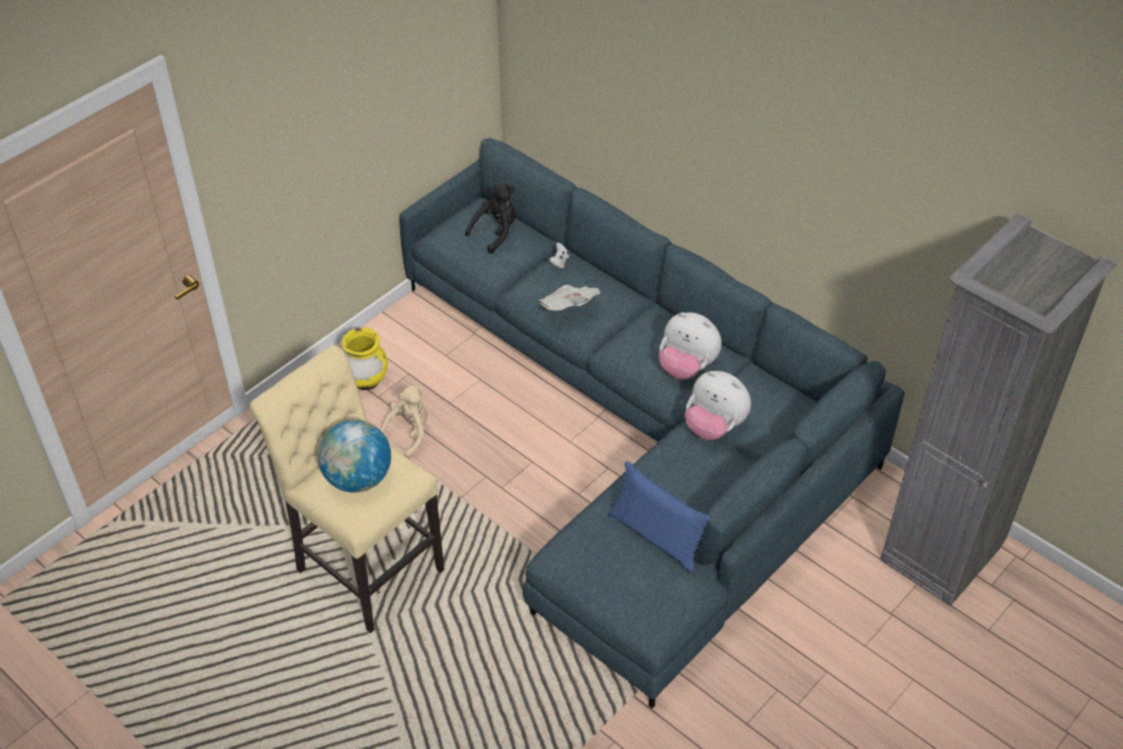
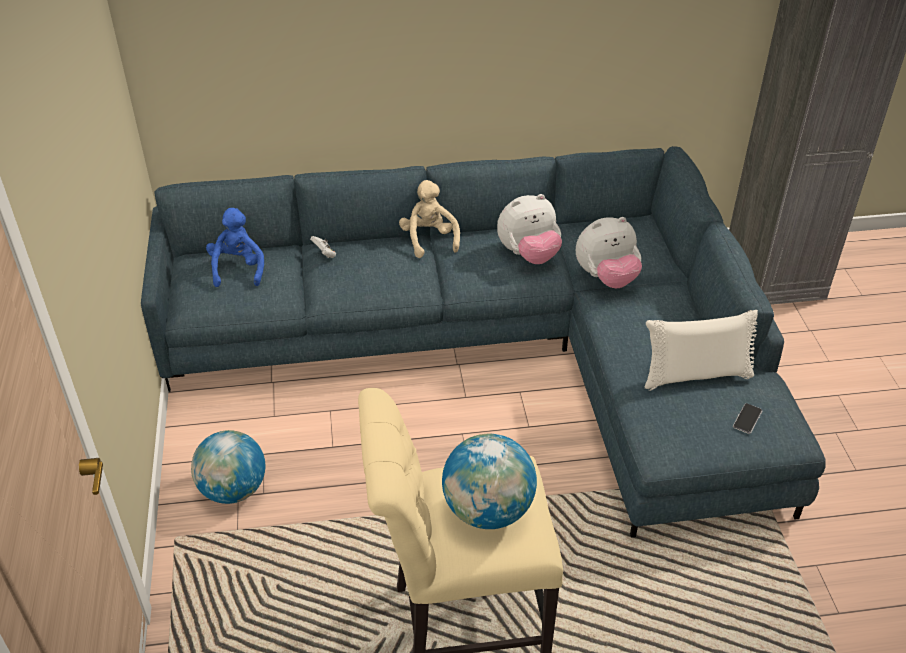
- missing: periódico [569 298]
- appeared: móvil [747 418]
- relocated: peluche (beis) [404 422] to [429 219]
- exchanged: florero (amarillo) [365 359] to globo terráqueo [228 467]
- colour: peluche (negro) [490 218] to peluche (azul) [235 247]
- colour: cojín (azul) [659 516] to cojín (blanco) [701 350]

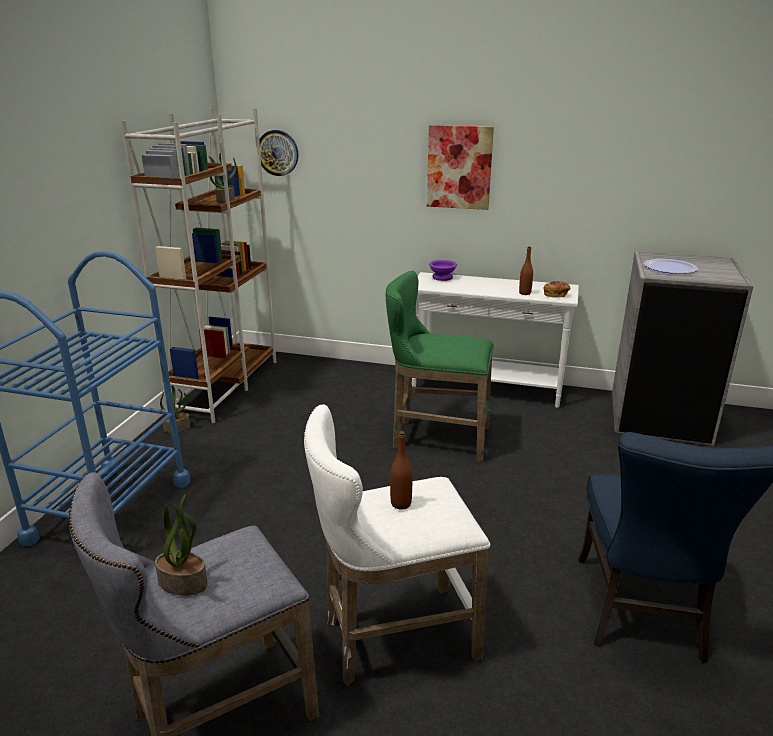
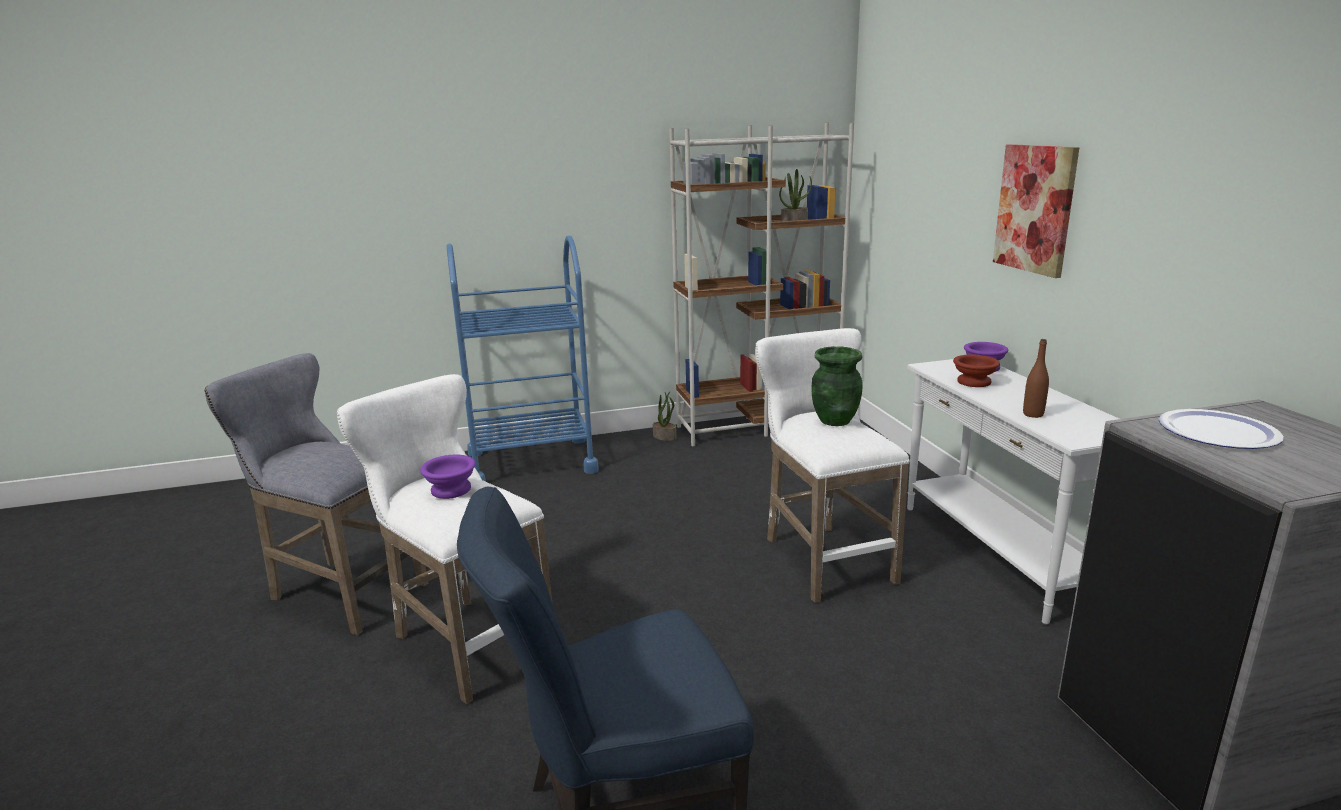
- missing: planta en maceta [181 545]
- missing: reloj de pared [277 153]
- missing: pan [556 289]
- appeared: florero (verde) [837 386]
- appeared: cuenco (marrón) [976 371]
- exchanged: botella (marrón) [401 470] to cuenco (morado) [448 477]
- colour: taburete (verde) [440 366] to taburete (blanco) [832 465]

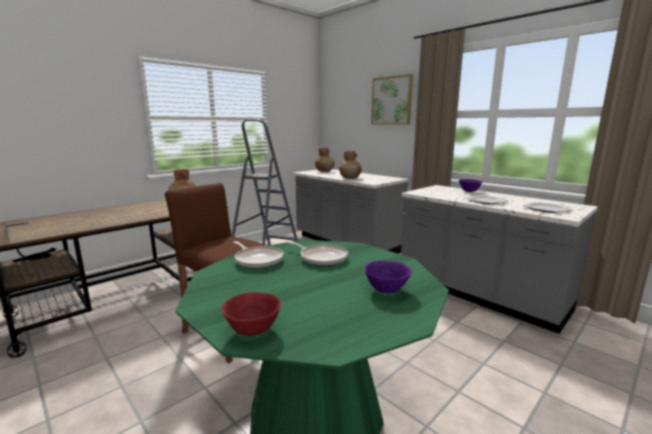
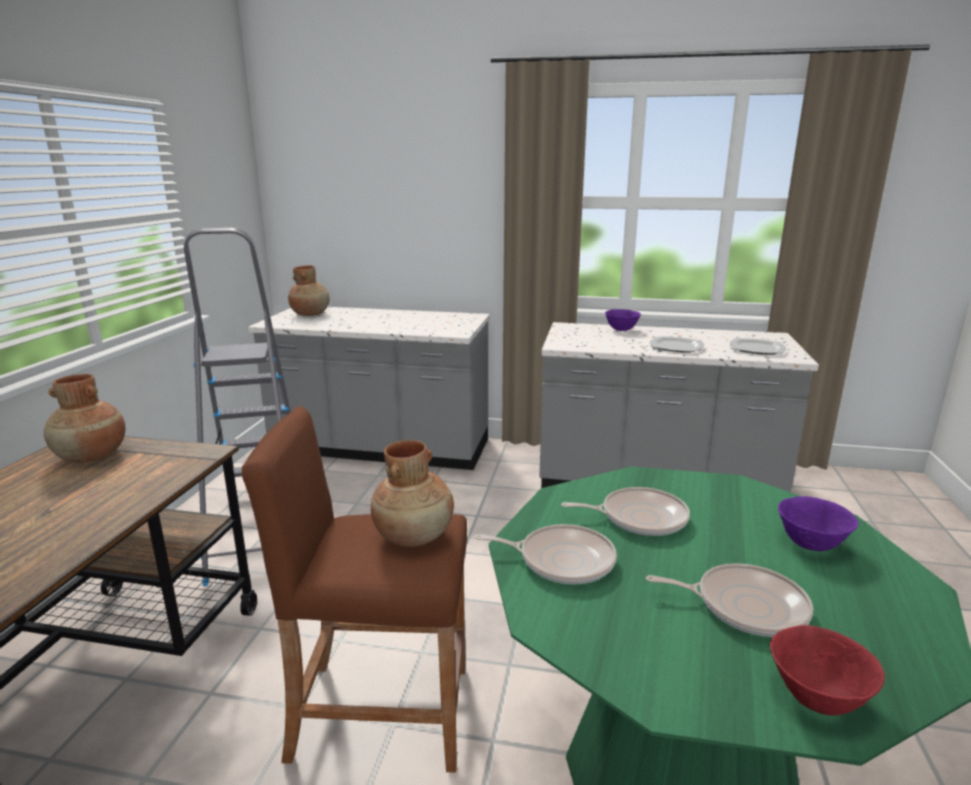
- missing: cuadro [392 99]
- appeared: sartén [729 600]
- relocated: florero (marrón) [350 165] to [412 493]

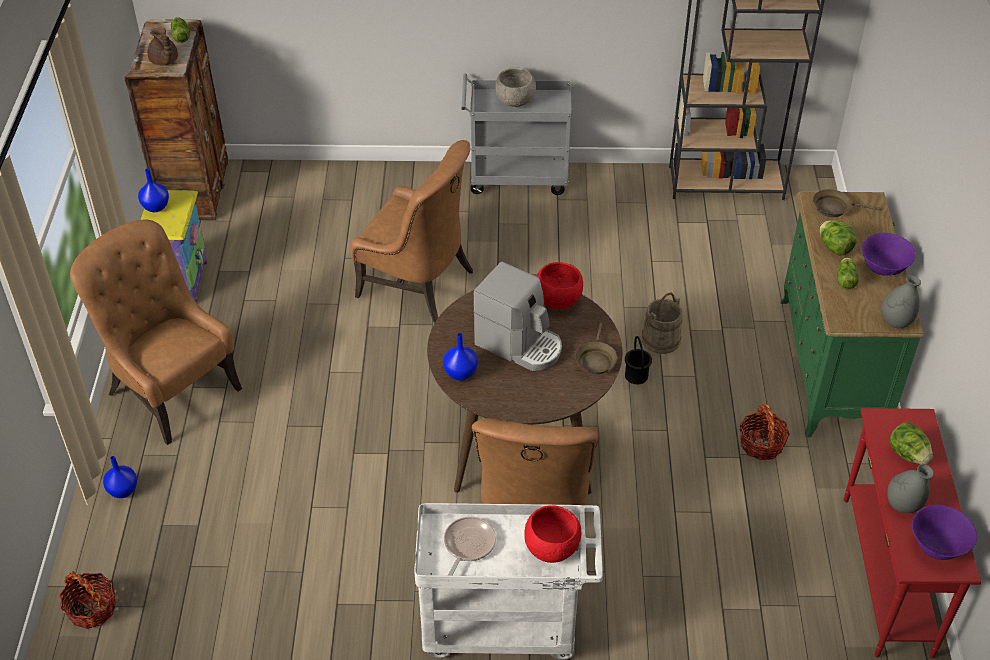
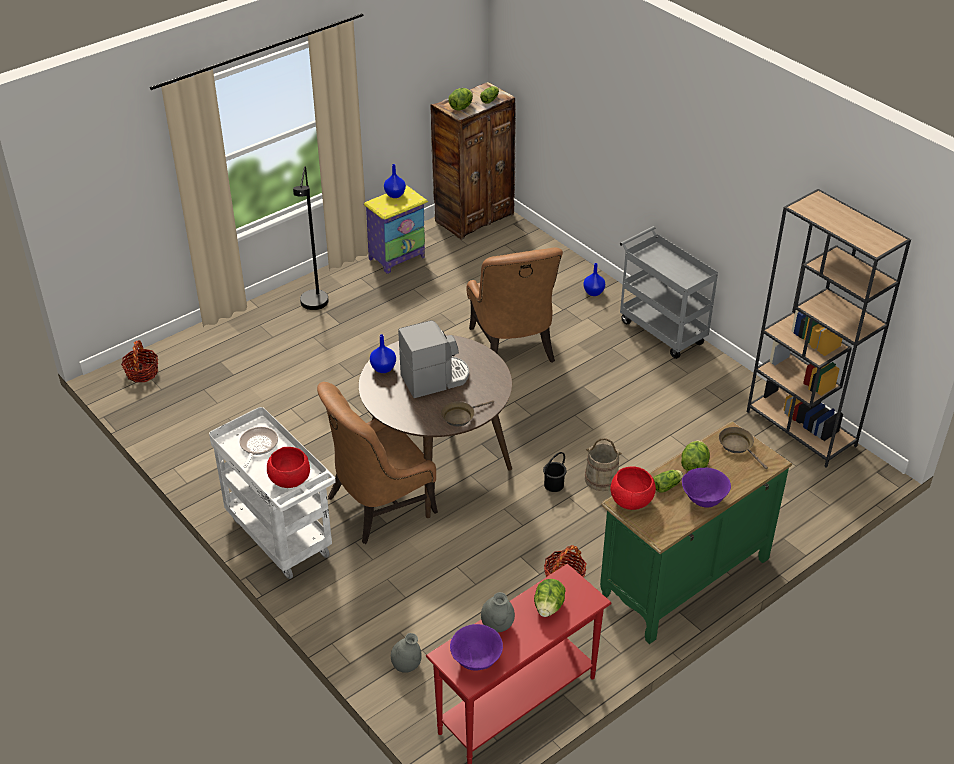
- missing: cuenco (gris) [515 87]
- relocated: florero (azul) [120 477] to [594 279]
- relocated: cuenco (rojo) [559 285] to [633 488]
- relocated: florero (gris) [901 302] to [406 653]
- exchanged: silla (marrón) [156 332] to lámpara de pie (negro) [311 238]
- exchanged: tetera (marrón) [162 46] to lechuga [460 99]
- spun: sartén [470 546] = [259 447] 60 degrees counterclockwise
- spun: cafetera [517 316] = [433 359] 105 degrees counterclockwise

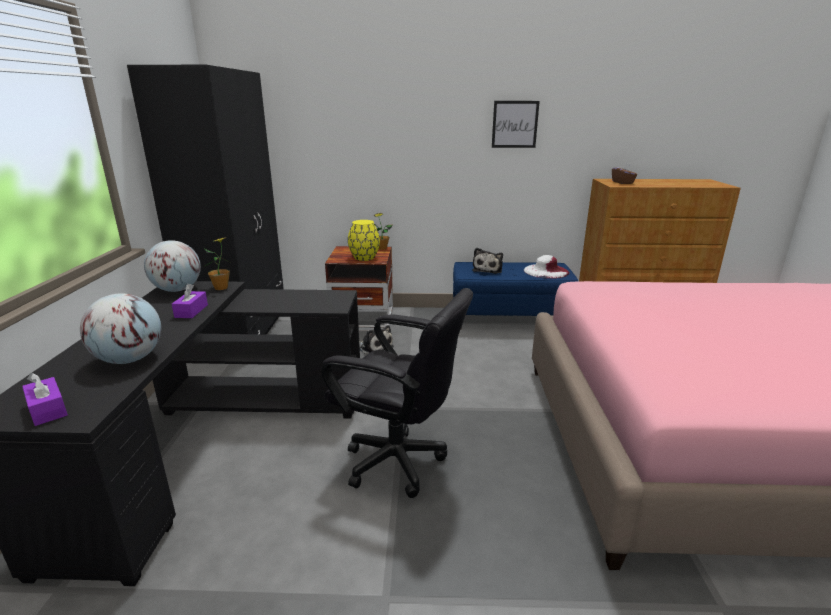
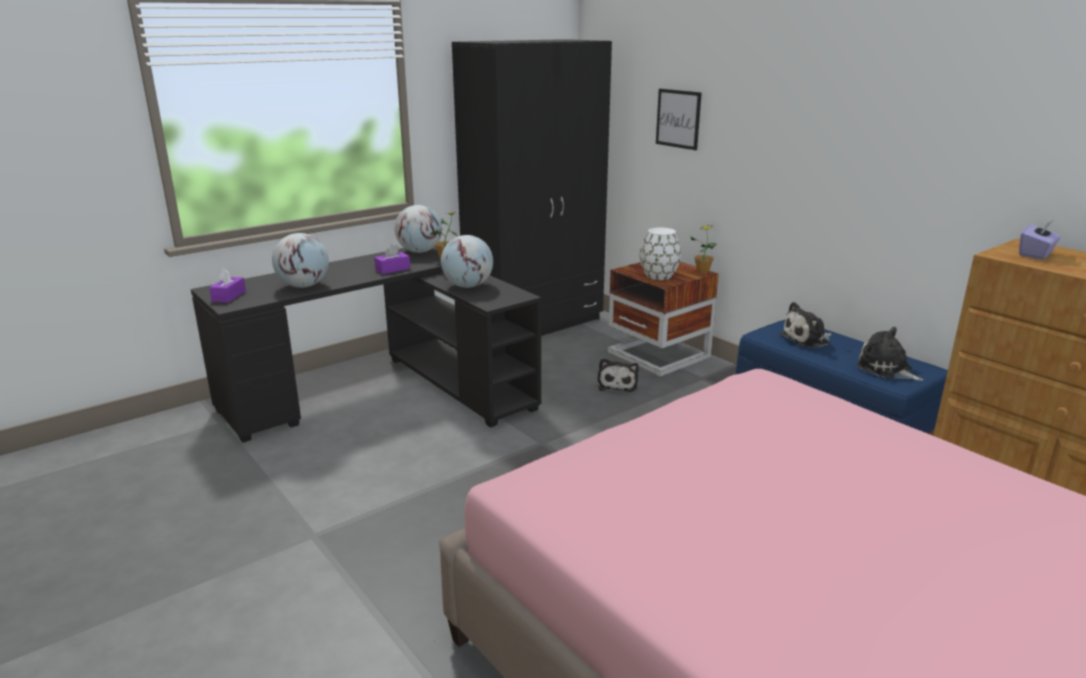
- missing: silla de oficina (negro) [397 393]
- appeared: globo terráqueo [467 261]
- relocated: cuadro [516 124] to [679 119]
- exchanged: sombrero (blanco) [547 267] to peluche [889 354]
- colour: florero (amarillo) [364 240] to florero (blanco) [660 253]
- colour: caja de pañuelos (marrón) [624 173] to caja de pañuelos (morado) [1040 240]

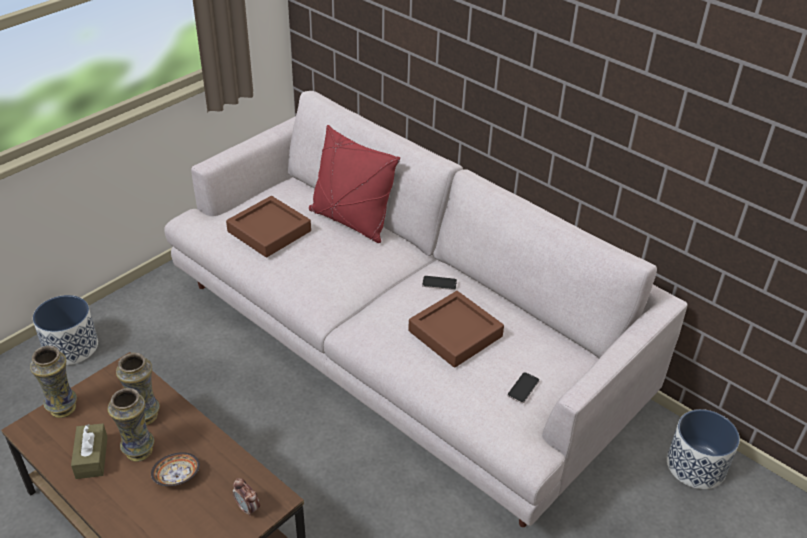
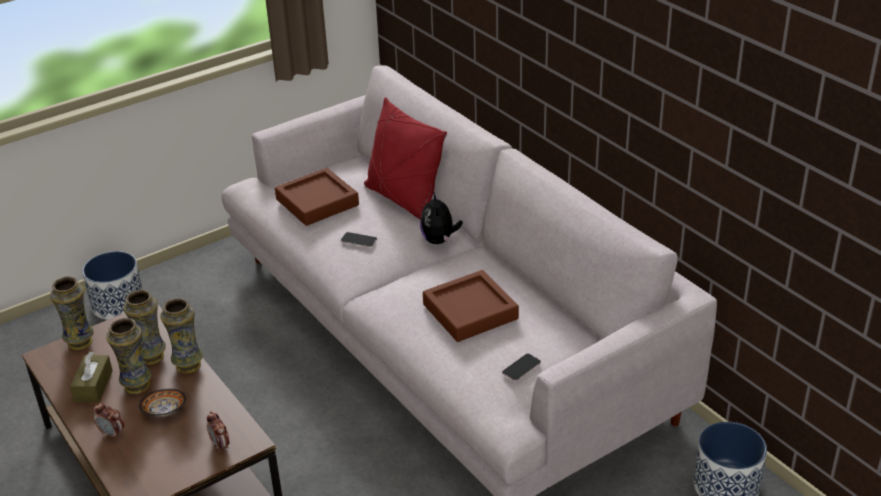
- appeared: despertador [109 421]
- appeared: florero [181 336]
- appeared: peluche [441 217]
- relocated: móvil [439 283] to [359 239]

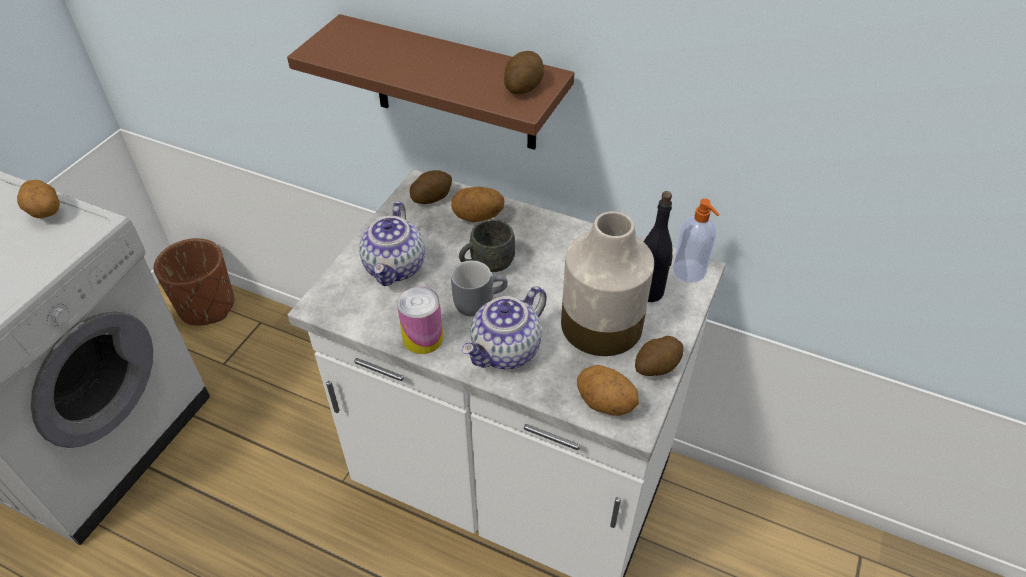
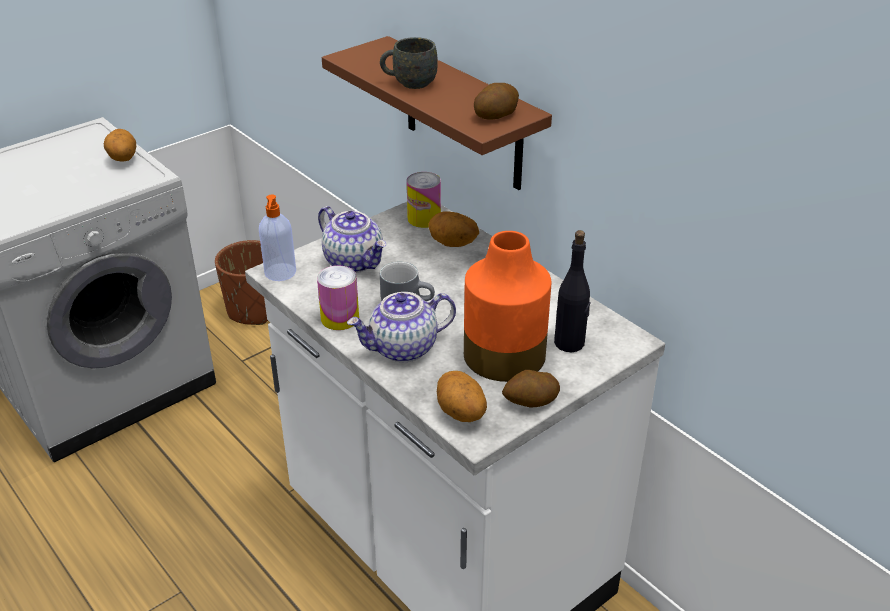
- relocated: taza grande (gris) [487 245] to [409 63]
- relocated: dispensador de jabón [696 240] to [277 237]
- exchanged: patata [431 187] to lata [424 200]
- colour: florero (beis) [607 283] to florero (naranja) [507 306]
- spun: tetera [392 243] = [352 239] 75 degrees counterclockwise

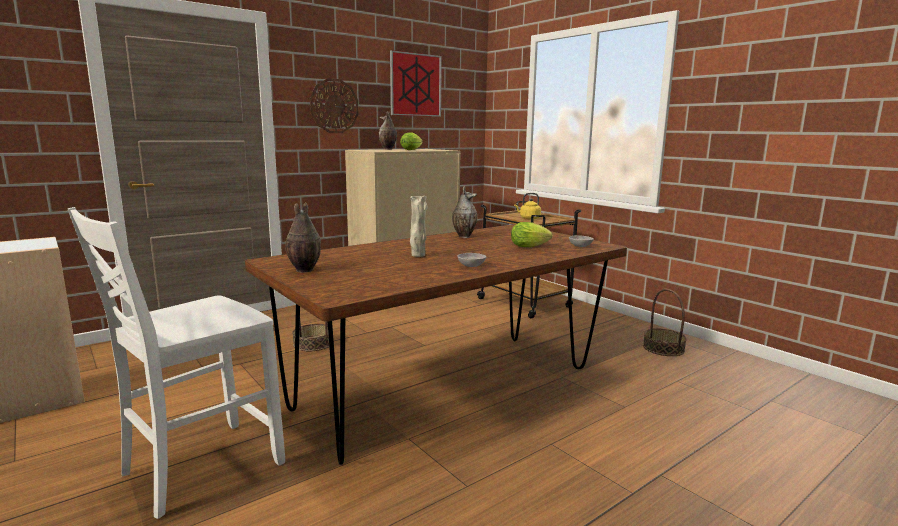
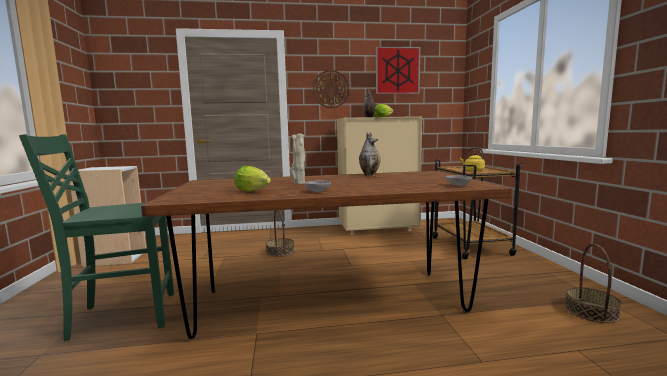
- missing: florero [303 237]
- relocated: lechuga [531 234] to [252 179]
- colour: silla (blanco) [176 363] to silla (verde) [96 237]

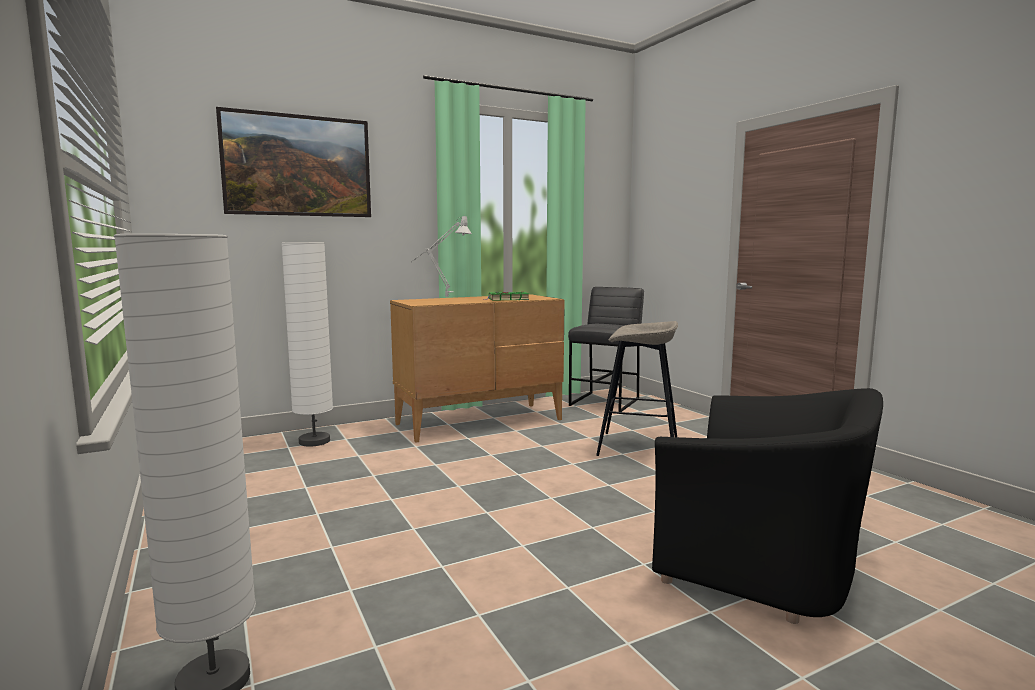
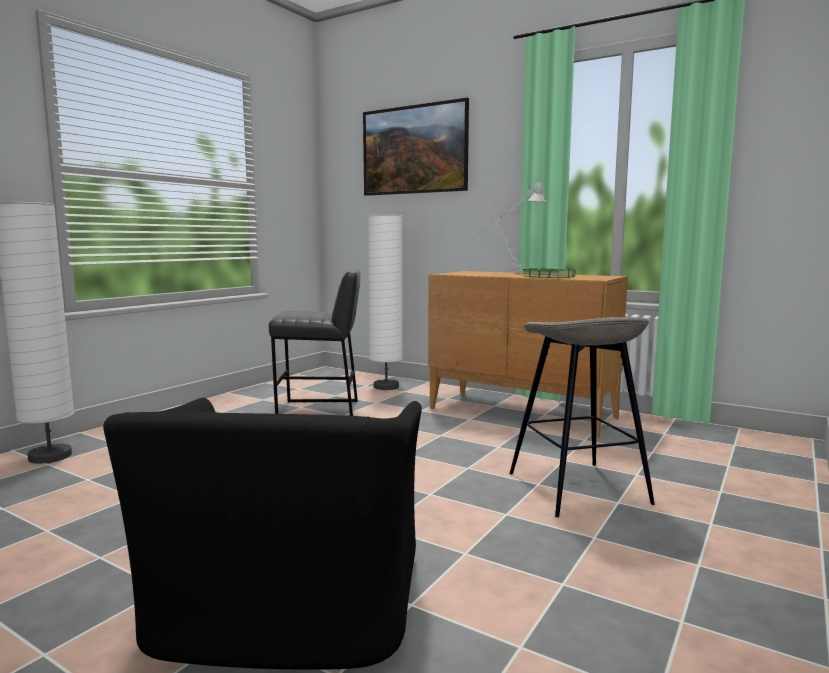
- relocated: taburete (gris) [606 349] to [315 342]

